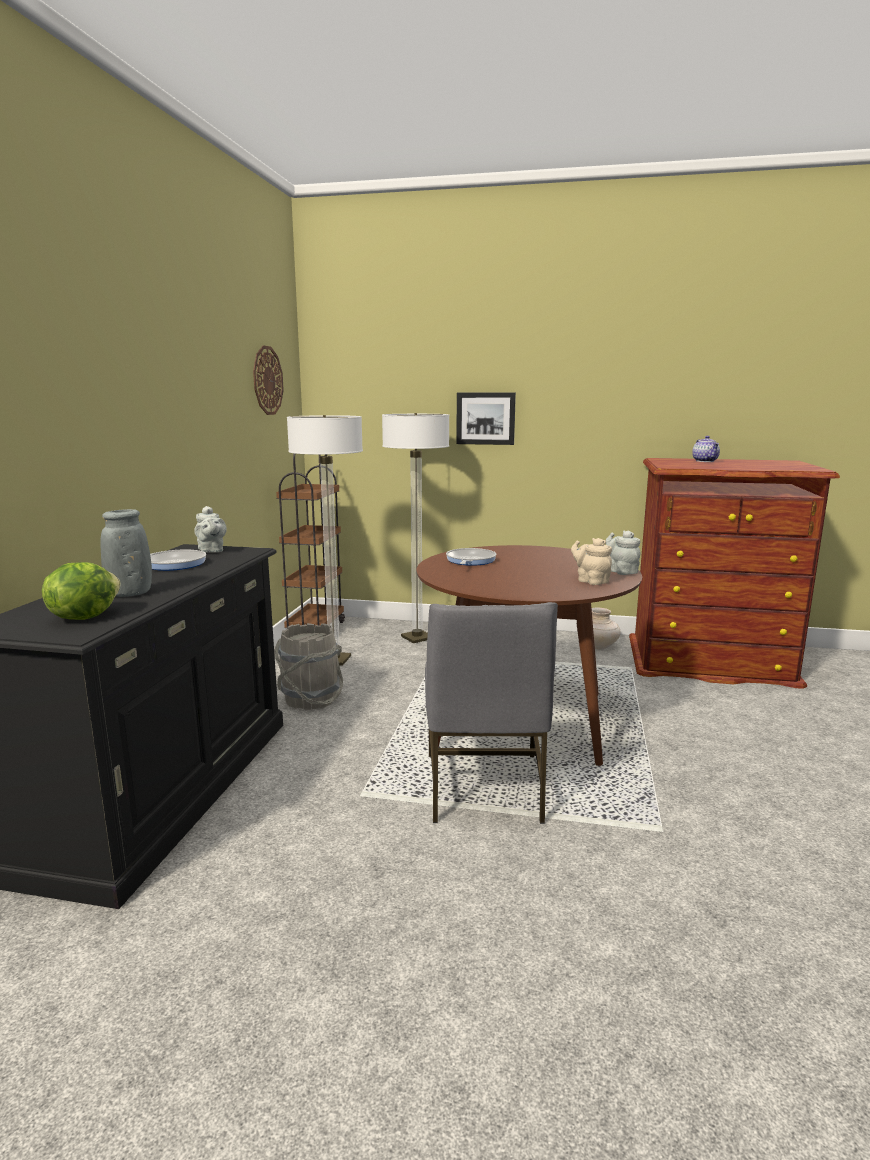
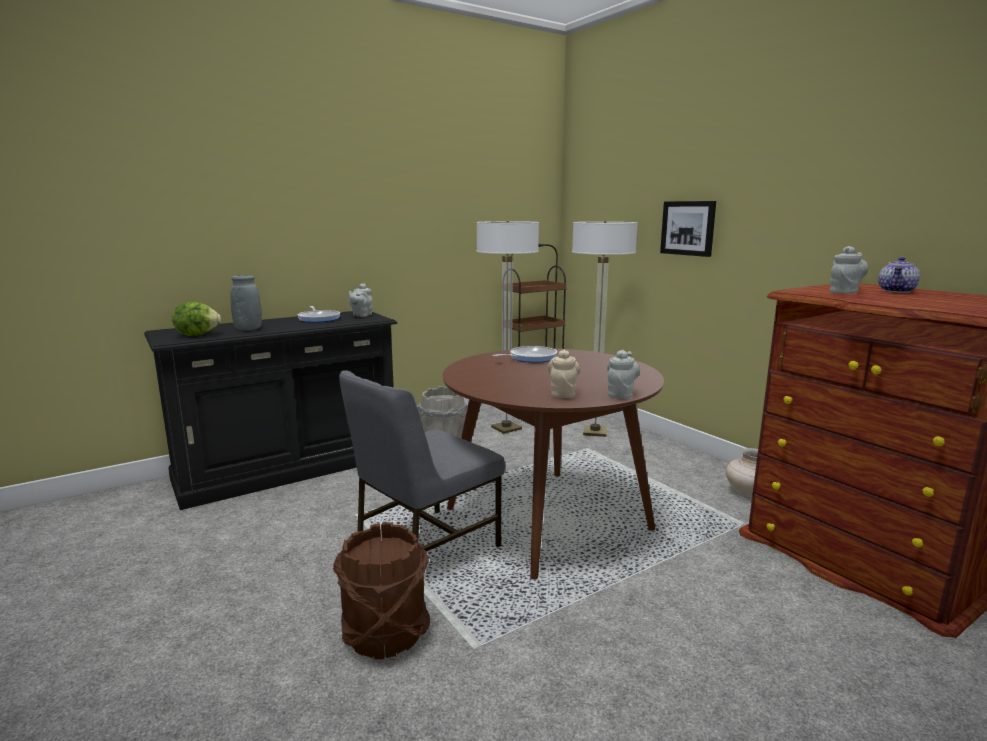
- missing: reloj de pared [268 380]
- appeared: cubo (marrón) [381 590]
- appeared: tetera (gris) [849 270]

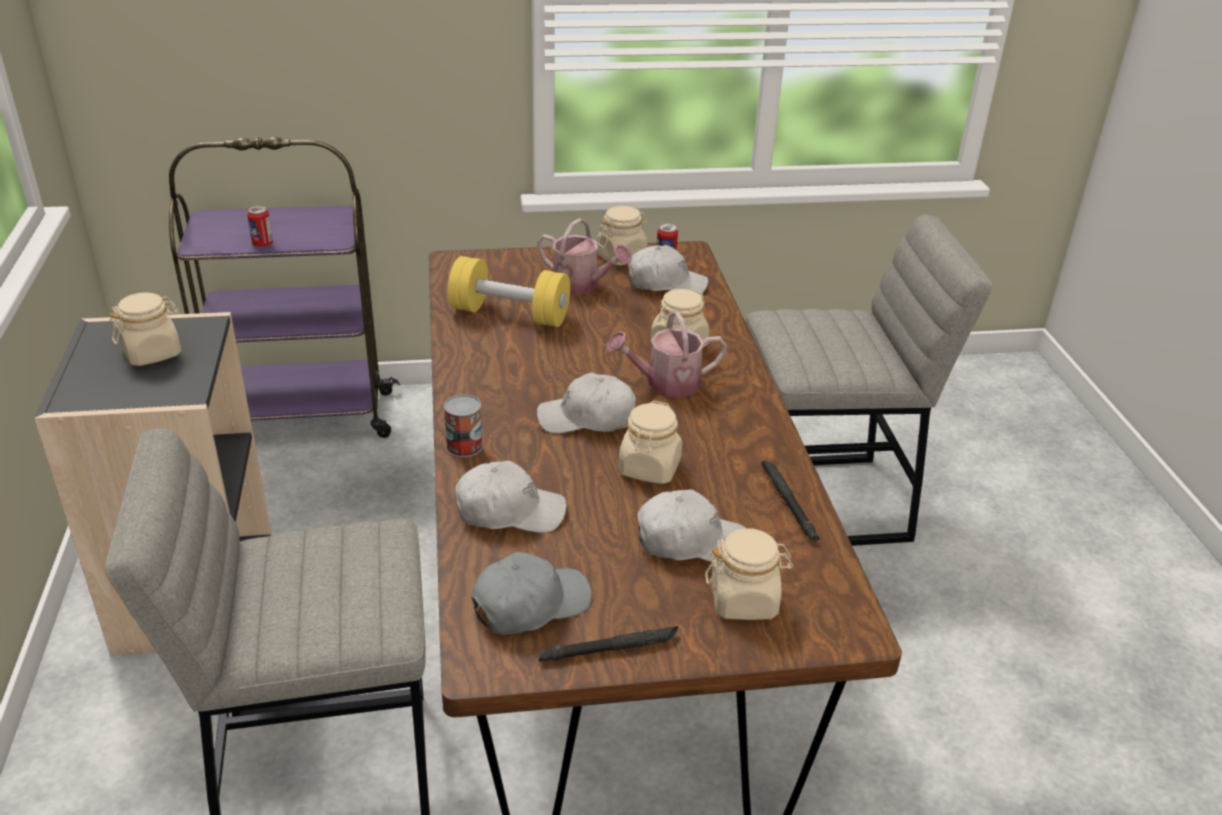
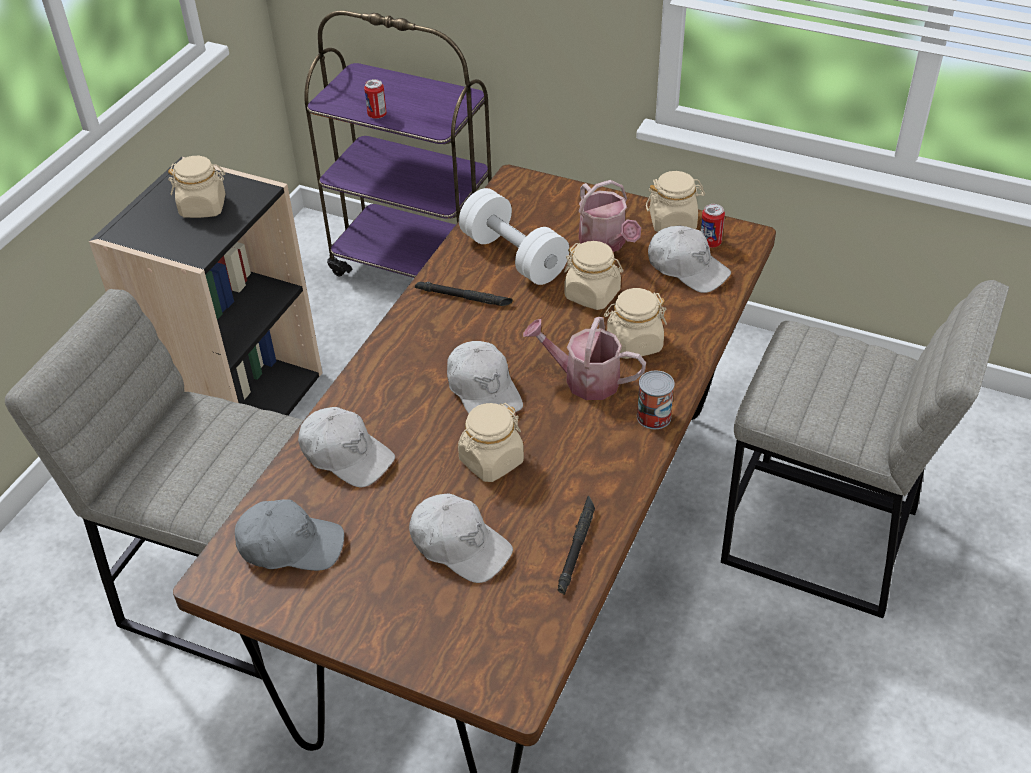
- relocated: lata [463 425] to [656 400]
- relocated: linterna (negro) [608 644] to [464 294]
- relocated: tarro (beis) [749 574] to [593 275]
- colour: mancuerna (amarillo) [509 291] to mancuerna (blanco) [514 236]
- spun: gorra (blanco) [586 403] = [485 377] 150 degrees counterclockwise

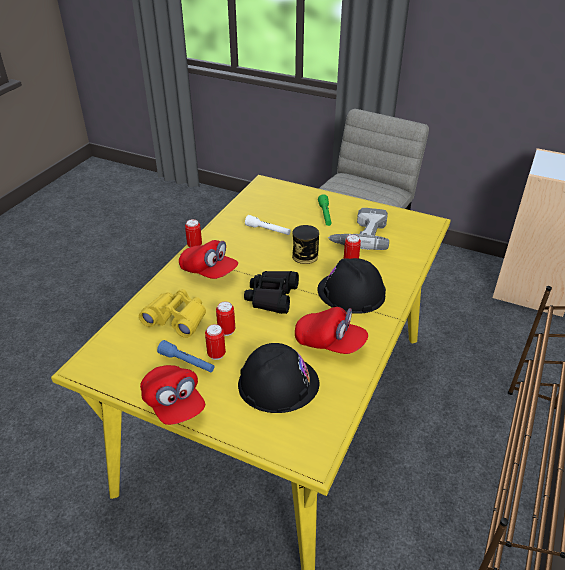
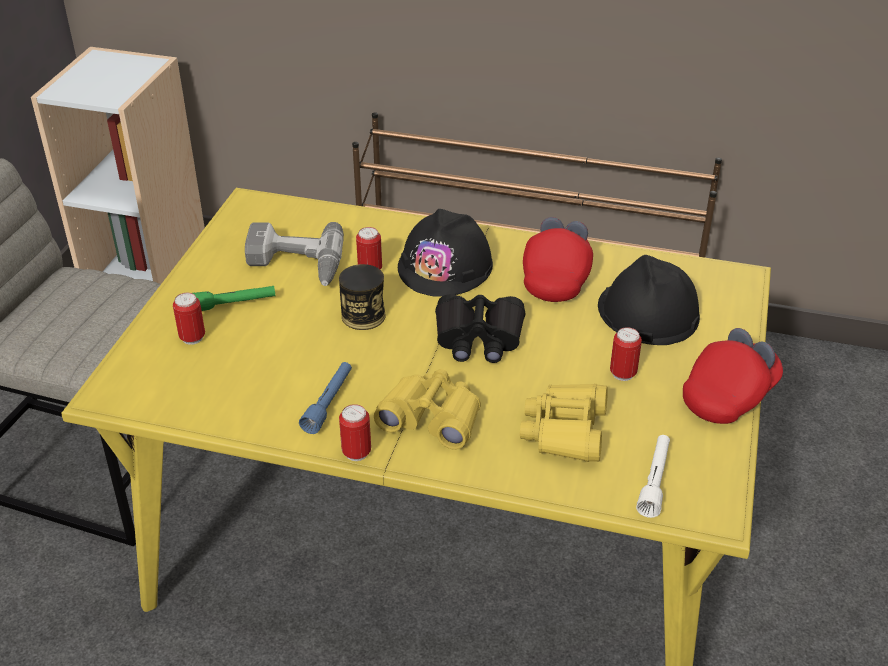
- relocated: linterna (azul) [185 356] to [325 398]
- relocated: lata [225 319] to [189 319]
- relocated: linterna (blanco) [268 225] to [653 476]
- exchanged: gorra (rojo) [208 259] to prismáticos (amarillo) [427 409]

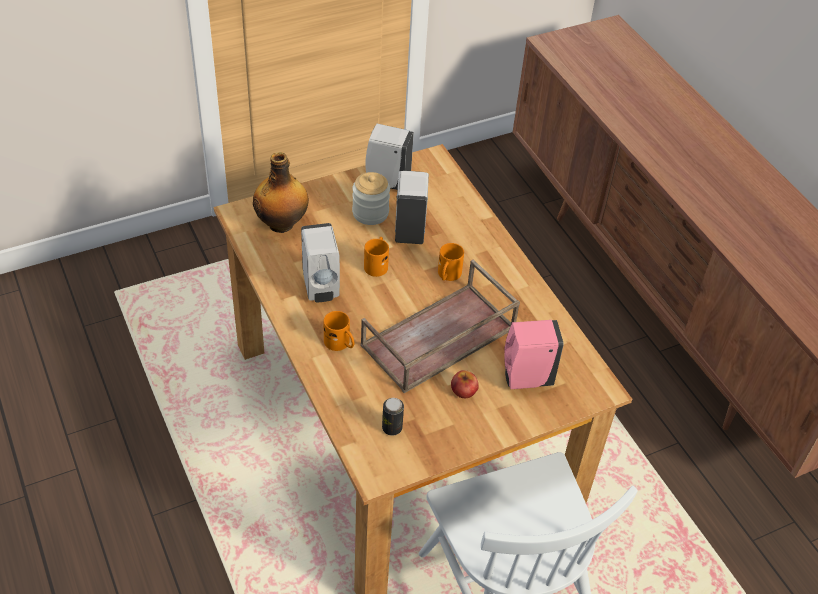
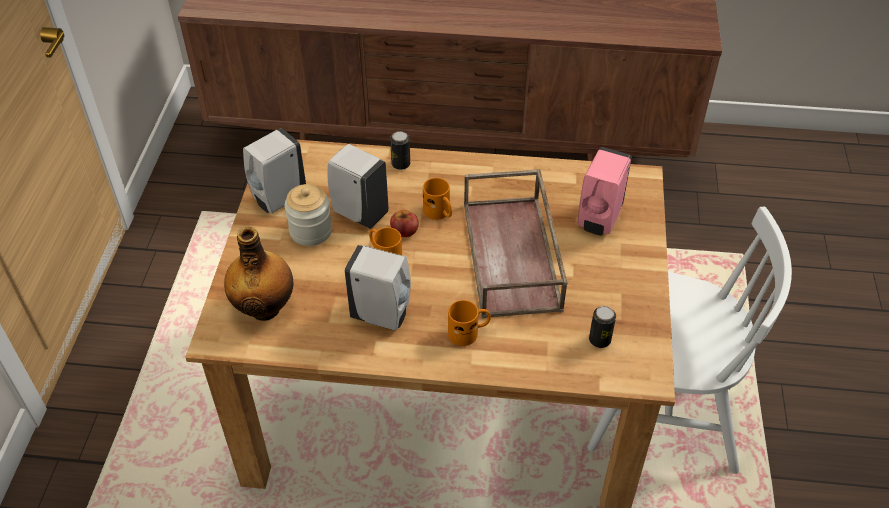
- appeared: lata [400 150]
- relocated: manzana [465 384] to [404 223]

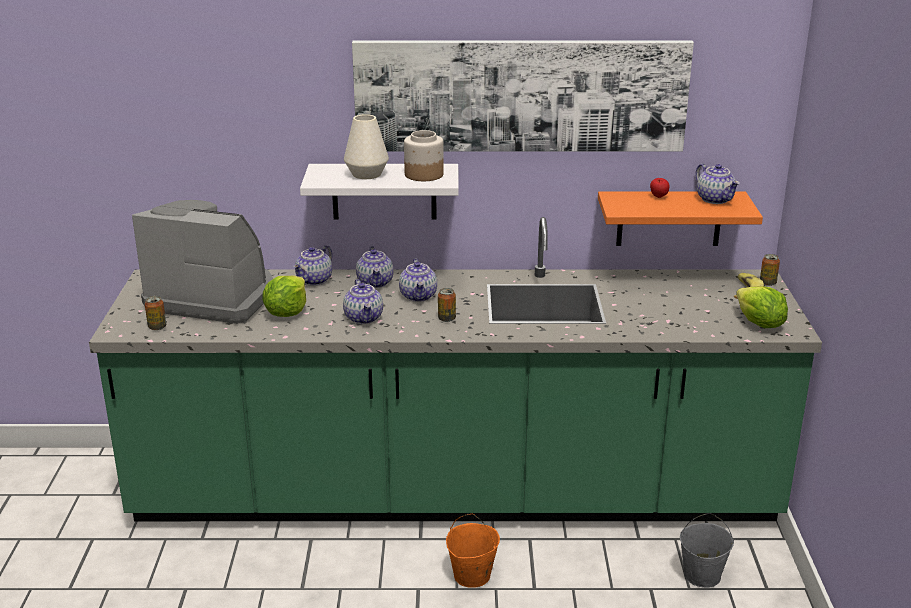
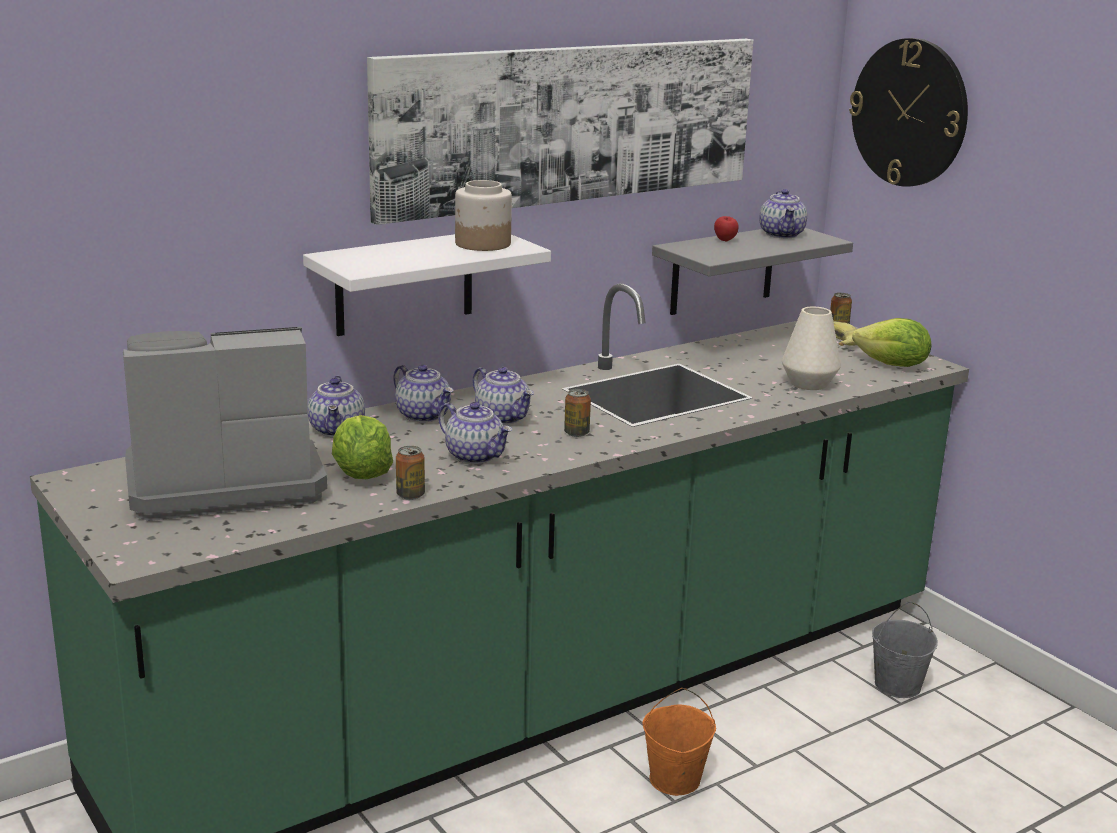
- appeared: reloj de pared [908 112]
- relocated: lata [155 313] to [410 473]
- relocated: florero (blanco) [366 146] to [811 348]
- colour: estante (naranja) [680 218] to estante (gris) [752 271]
- spun: tetera [717 183] = [783 213] 60 degrees clockwise

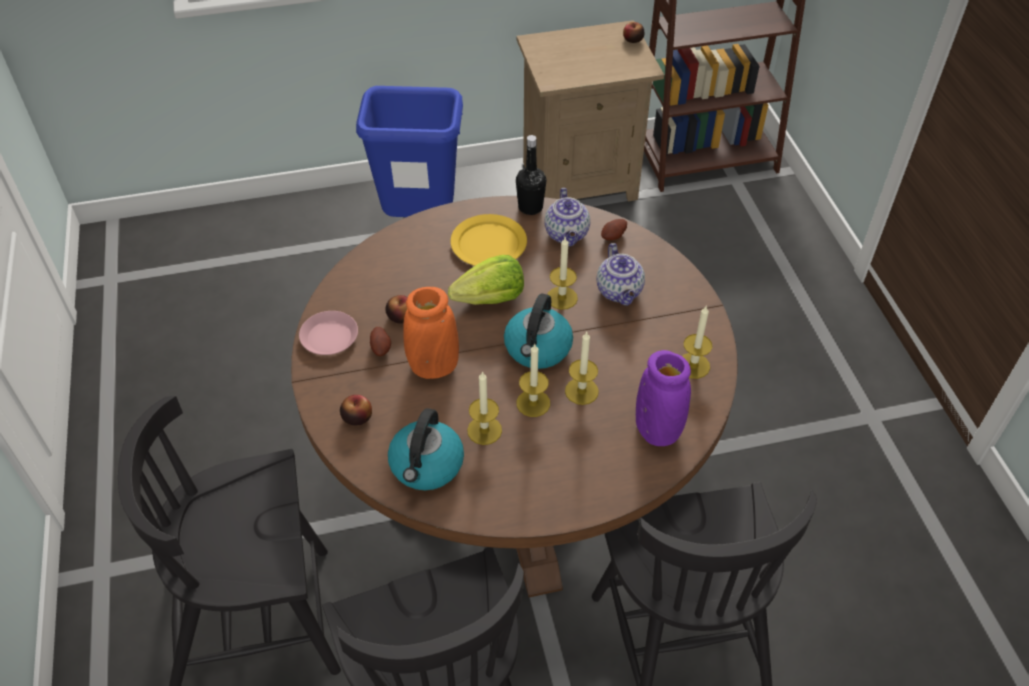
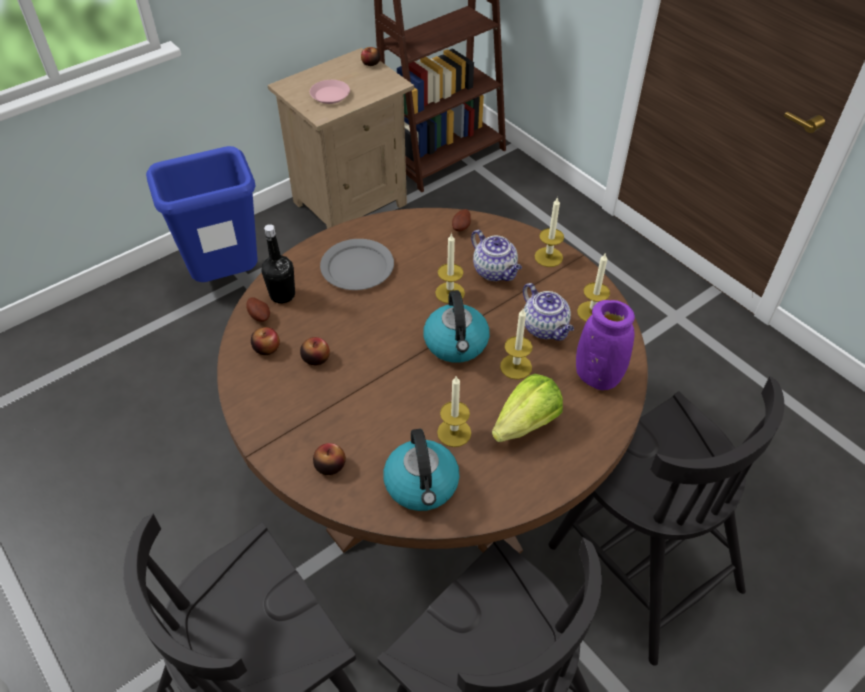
- missing: florero (naranja) [431 333]
- appeared: manzana [265 341]
- relocated: plato (rosa) [328 333] to [330 92]
- relocated: patata [380 341] to [258 310]
- relocated: lechuga [486 280] to [527 408]
- relocated: botella (negro) [531 175] to [278 264]
- relocated: vela [533 380] to [549 232]
- relocated: tetera [567 217] to [548 312]
- colour: plato (amarillo) [488 240] to plato (gris) [357 264]

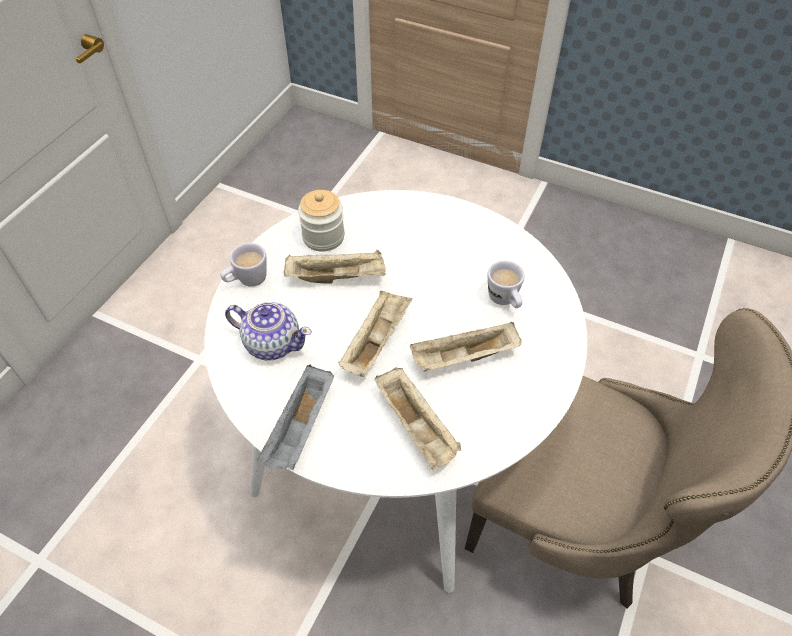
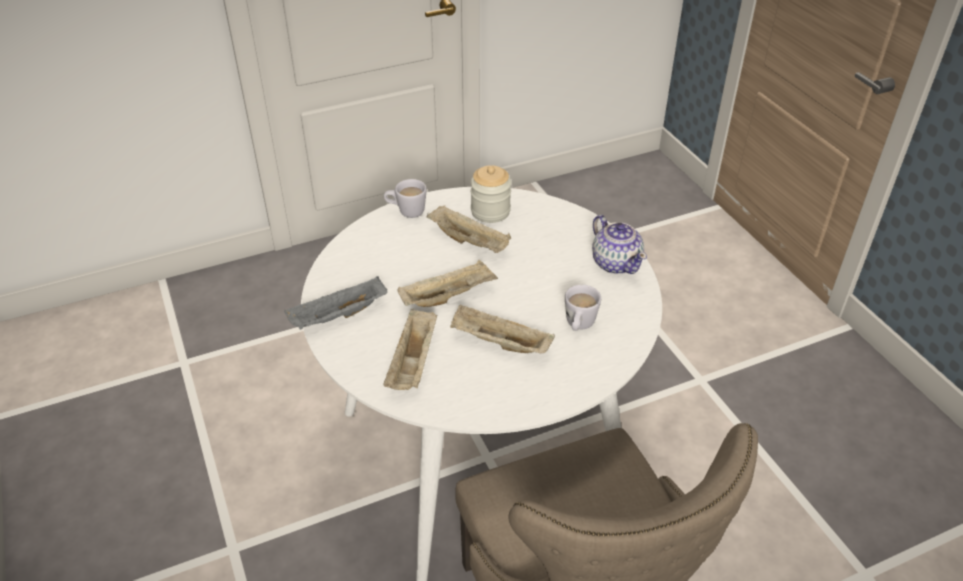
- relocated: tetera [268 331] to [619 244]

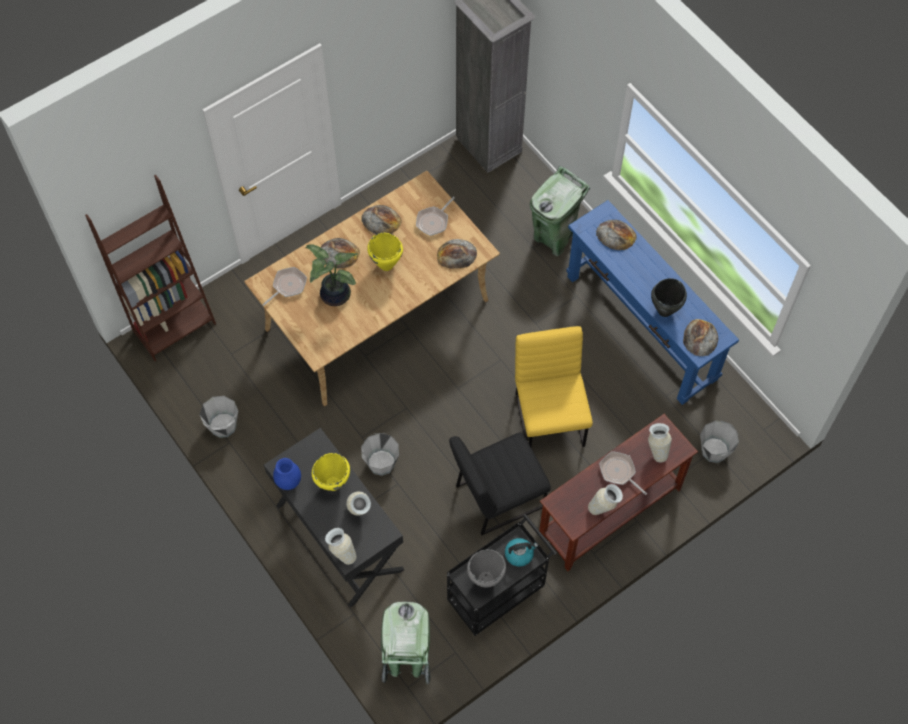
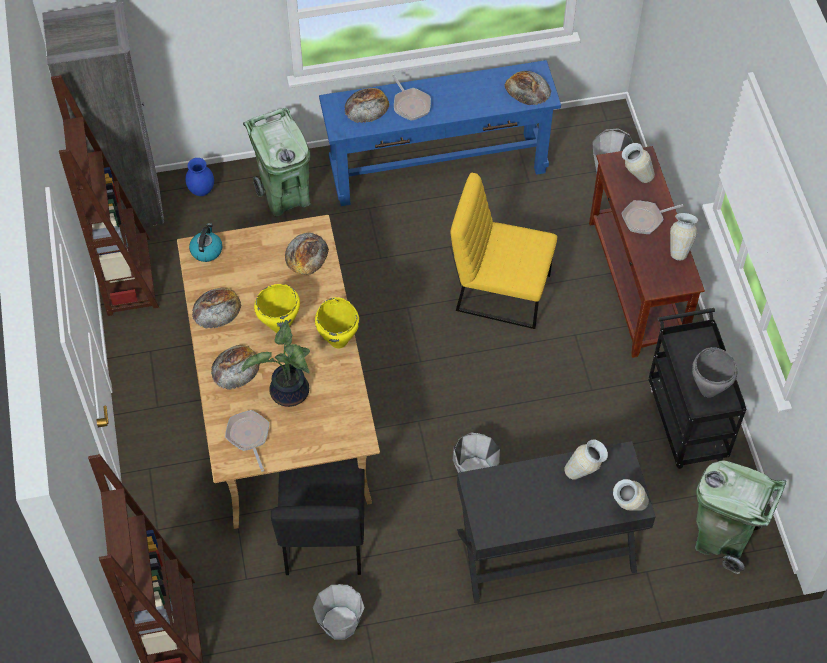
- missing: olla (negro) [669 297]
- appeared: estantería (marrón) [105 195]
- relocated: florero (azul) [287 474] to [199 177]
- relocated: olla (amarillo) [331 472] to [337 322]
- relocated: sartén [435 216] to [411 98]
- relocated: silla (negro) [500 484] to [318 517]
- relocated: hervidor [521 552] to [205 242]

